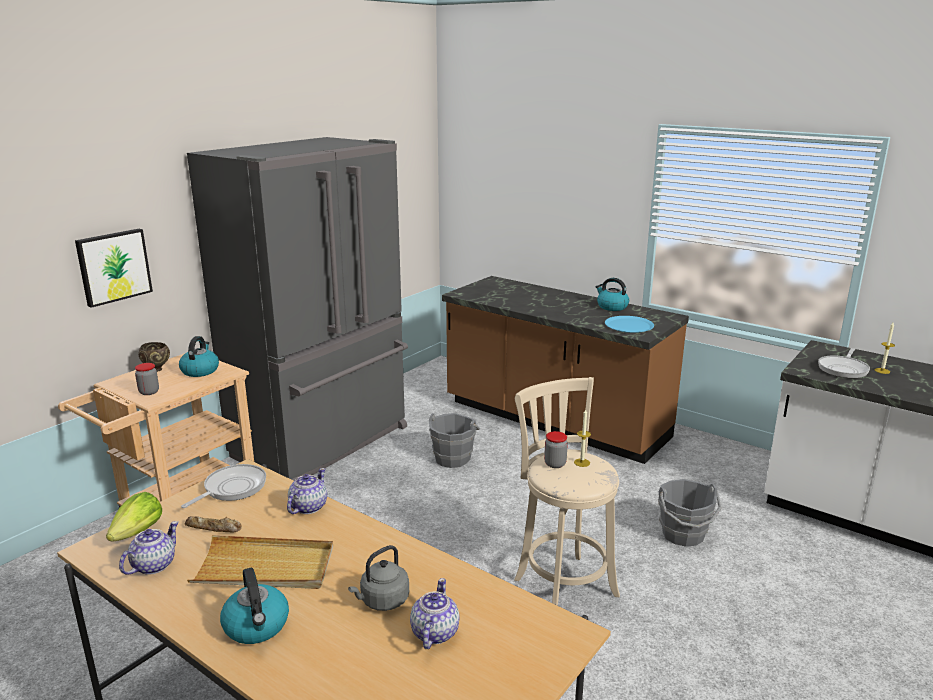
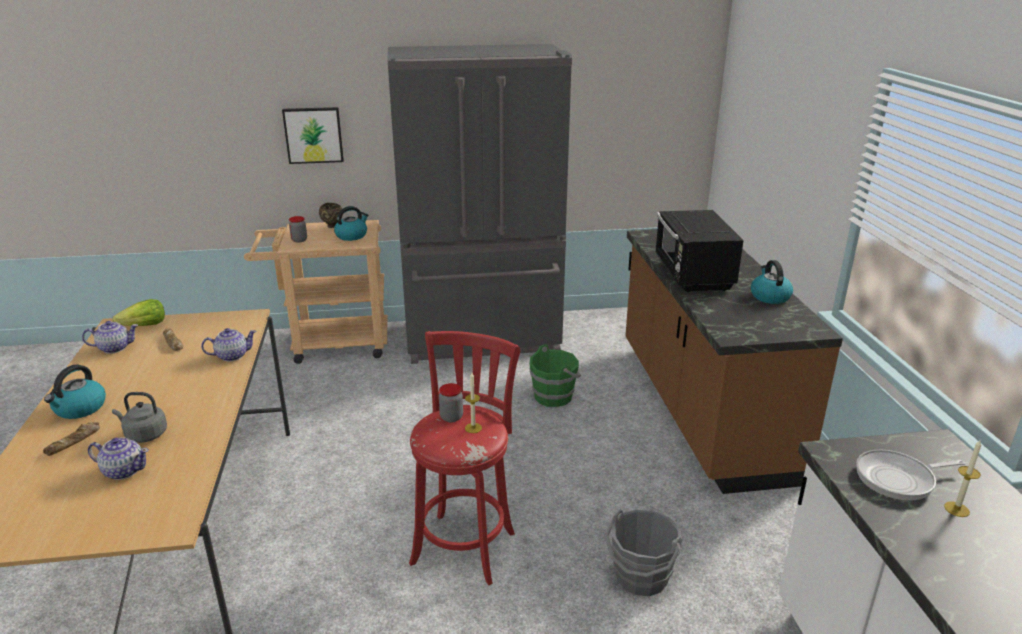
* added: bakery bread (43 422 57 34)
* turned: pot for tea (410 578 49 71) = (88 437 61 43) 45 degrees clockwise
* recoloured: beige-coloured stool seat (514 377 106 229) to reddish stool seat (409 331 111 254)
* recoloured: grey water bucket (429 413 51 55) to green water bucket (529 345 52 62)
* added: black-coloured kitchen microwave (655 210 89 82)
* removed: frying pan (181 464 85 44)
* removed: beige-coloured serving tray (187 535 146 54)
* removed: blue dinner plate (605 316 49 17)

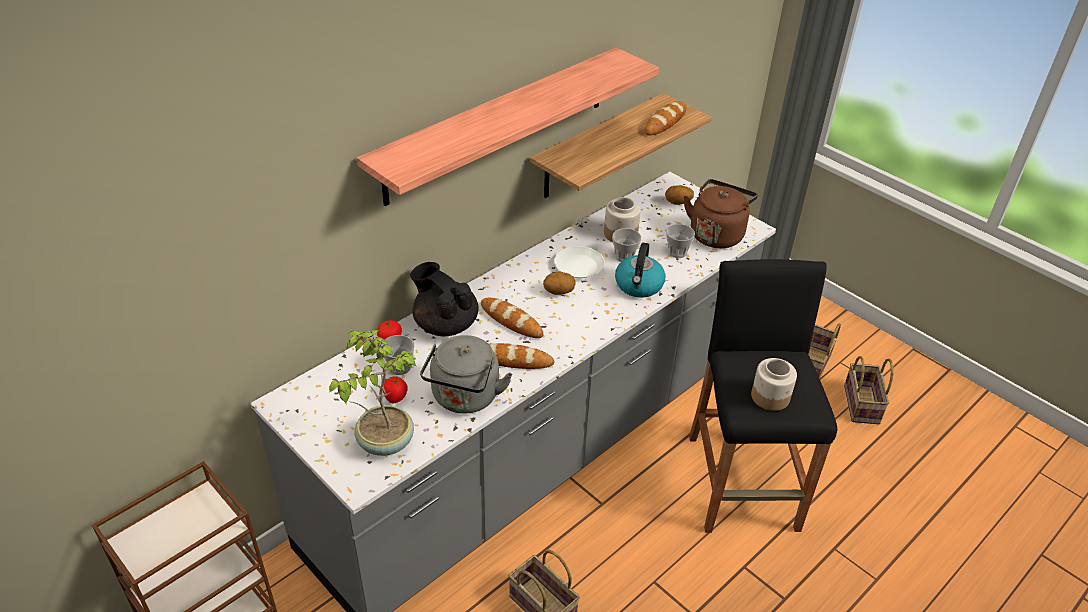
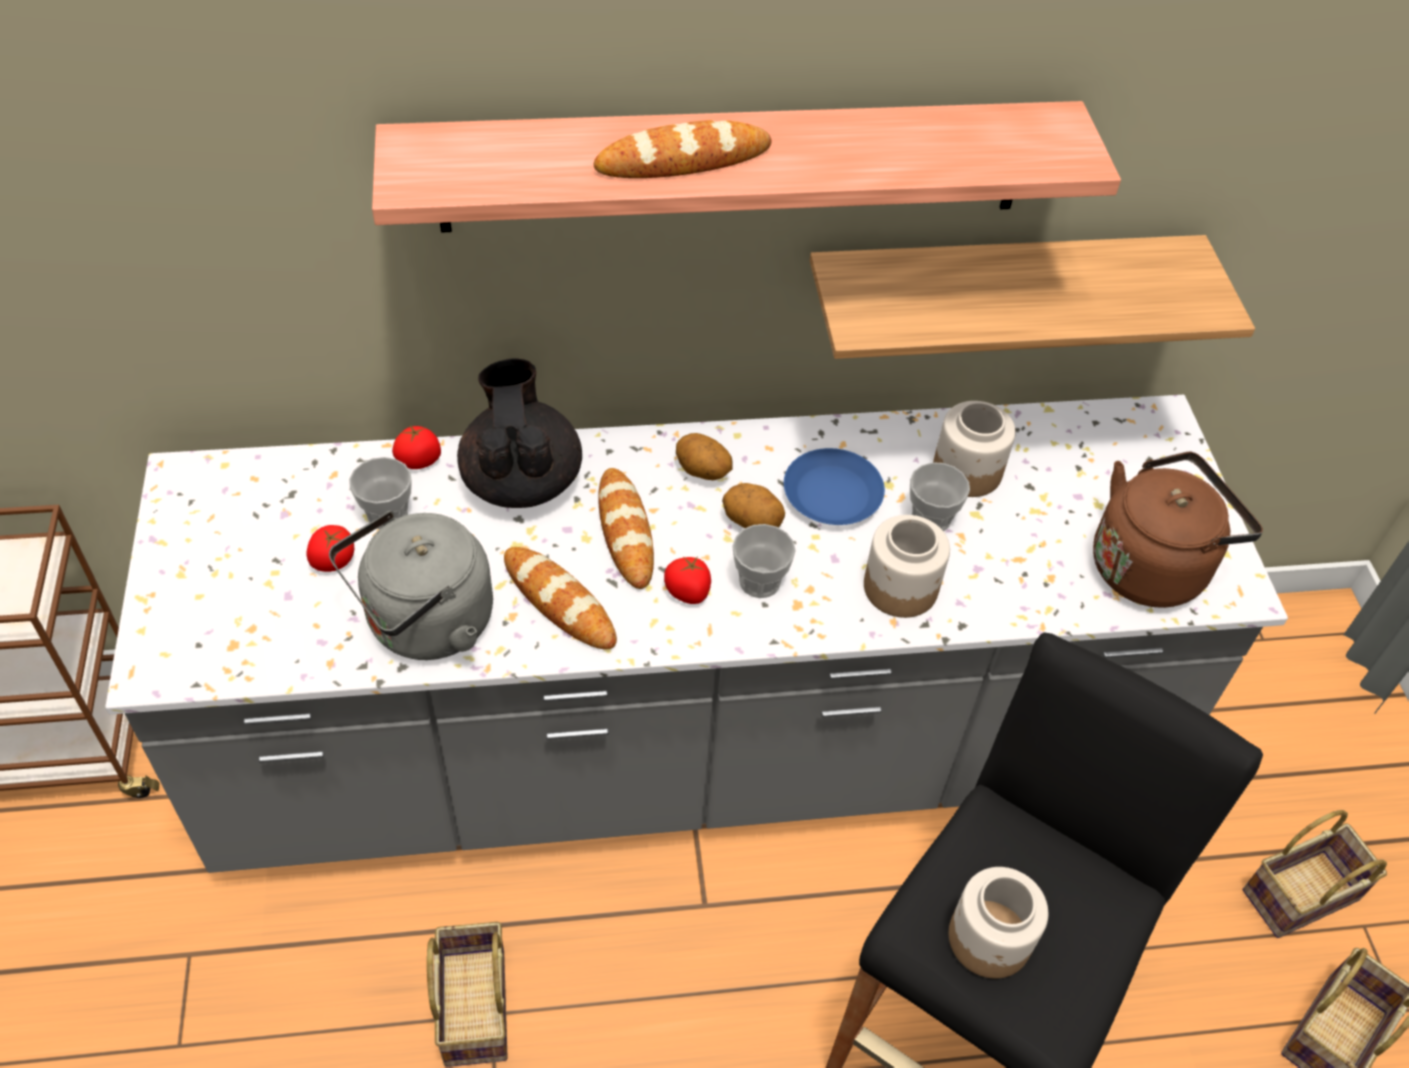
* moved: bakery bread (645 101 42 34) to (594 120 177 58)
* added: tomato (664 556 47 48)
* moved: spud (665 185 29 20) to (676 433 56 47)
* moved: drinking cup (666 224 29 34) to (732 524 64 74)
* recoloured: white dinner plate (554 246 51 32) to blue dinner plate (784 448 101 77)
* replaced: tea kettle (615 243 50 55) to jar (864 515 86 103)
* removed: potted plant (329 330 87 126)

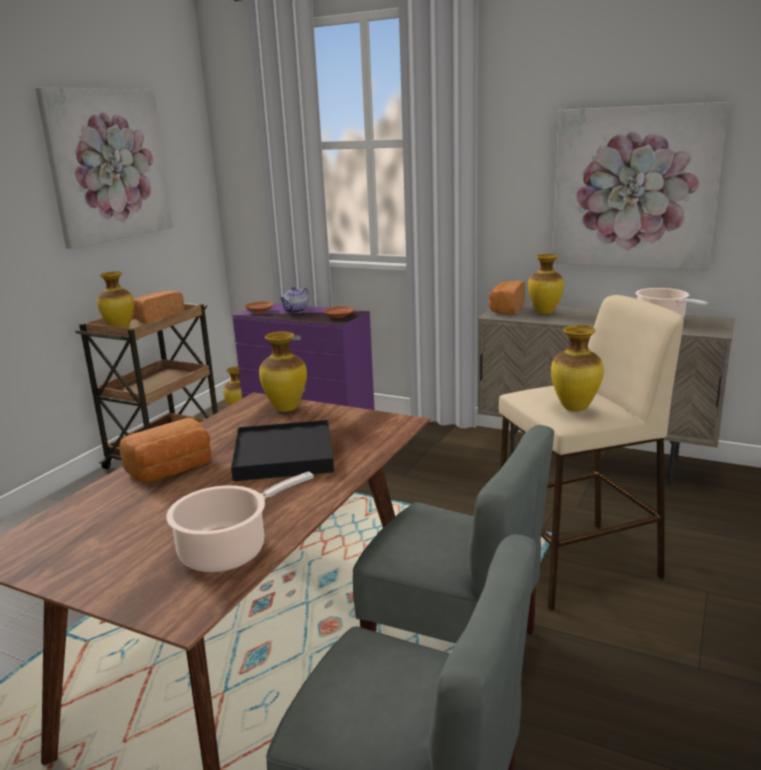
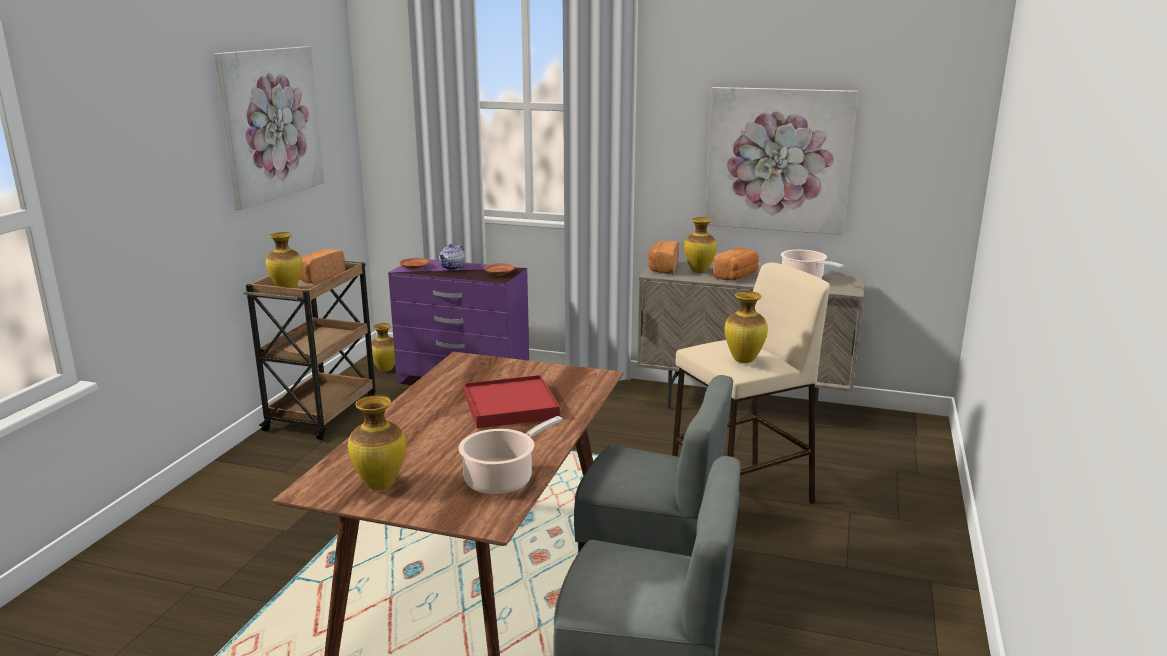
* moved: vase (259 331 48 81) to (348 395 58 95)
* recoloured: black-coloured serving tray (231 420 103 61) to reddish serving tray (464 375 96 54)
* moved: bakery bread (119 418 93 64) to (713 247 46 33)

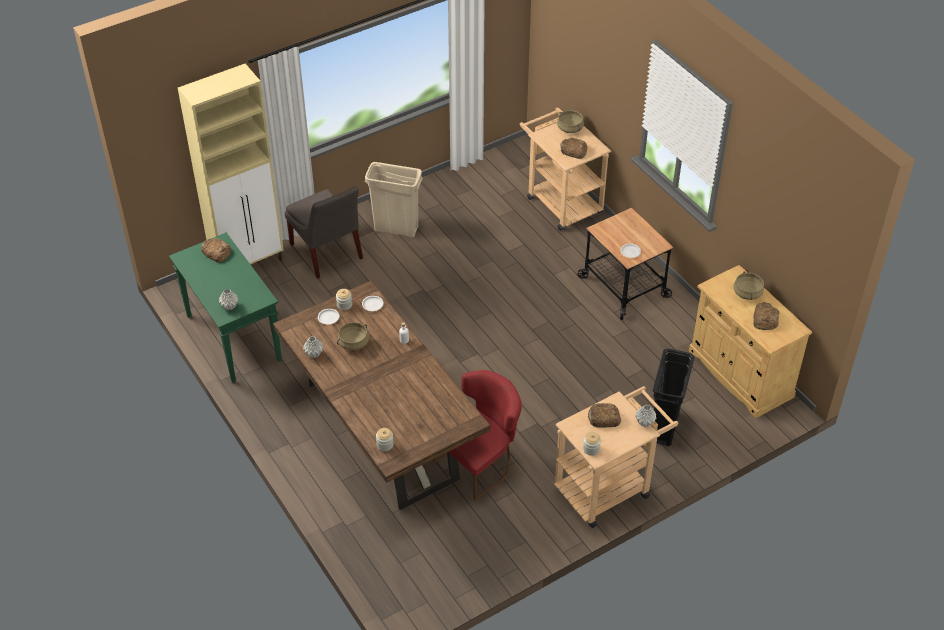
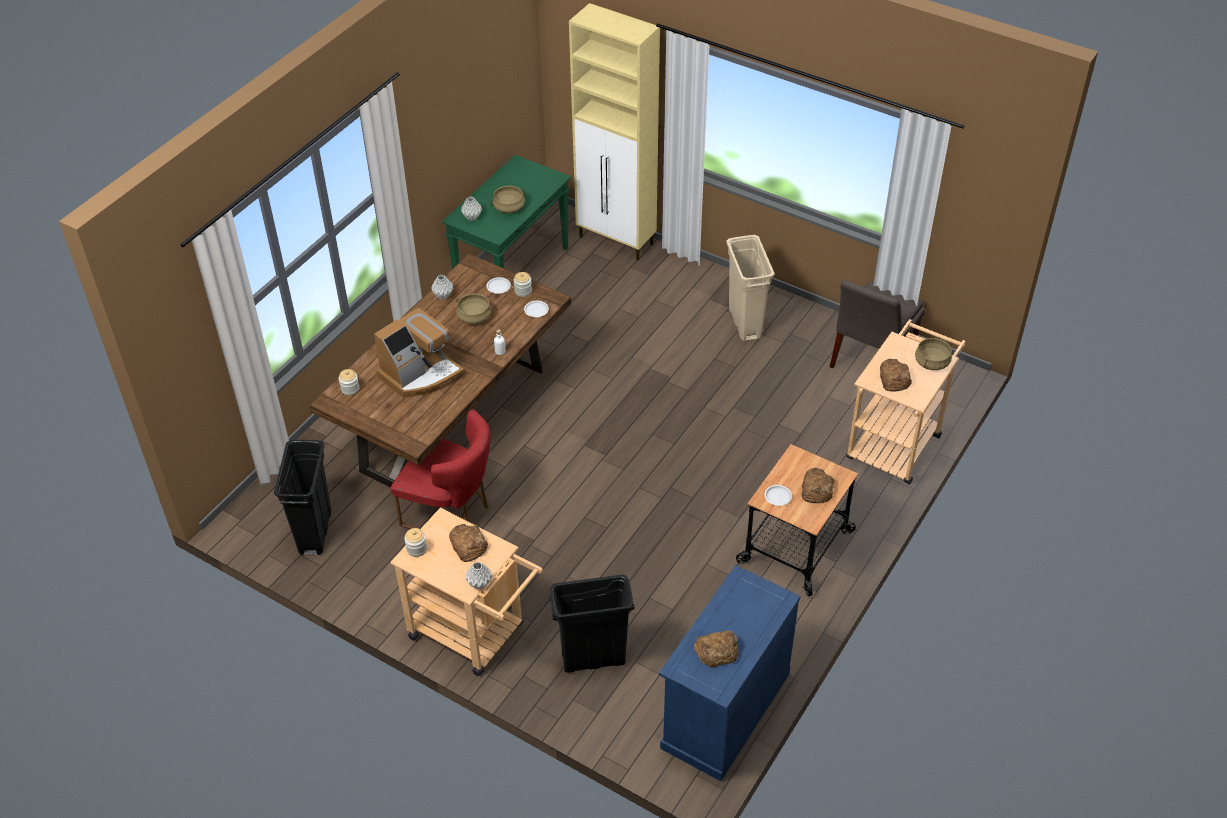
* added: black-coloured rubbish bin (274 440 58 115)
* added: coffee maker (374 308 90 90)
* moved: beige-coloured cooking pot (733 272 31 28) to (491 186 34 27)
* recoloured: beige-coloured cabinet (689 265 123 153) to blue cabinet (659 565 142 216)
* moved: bakery bread (201 238 30 25) to (802 468 32 35)
* moved: grey upright chair (285 186 78 92) to (830 280 95 88)

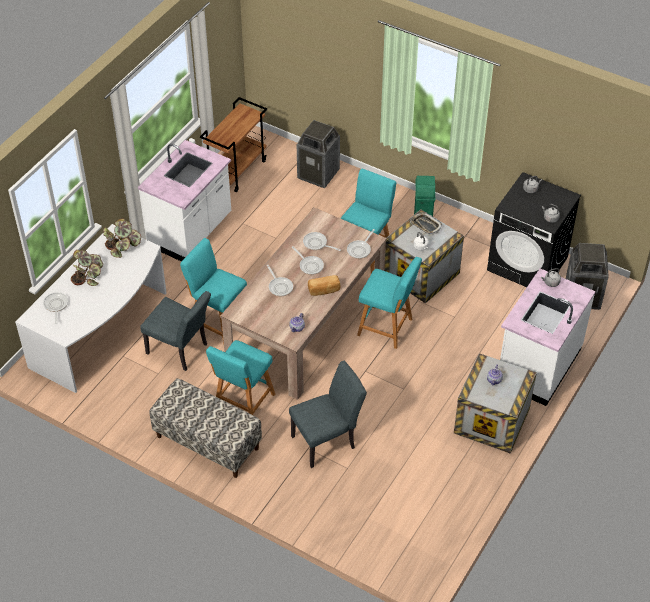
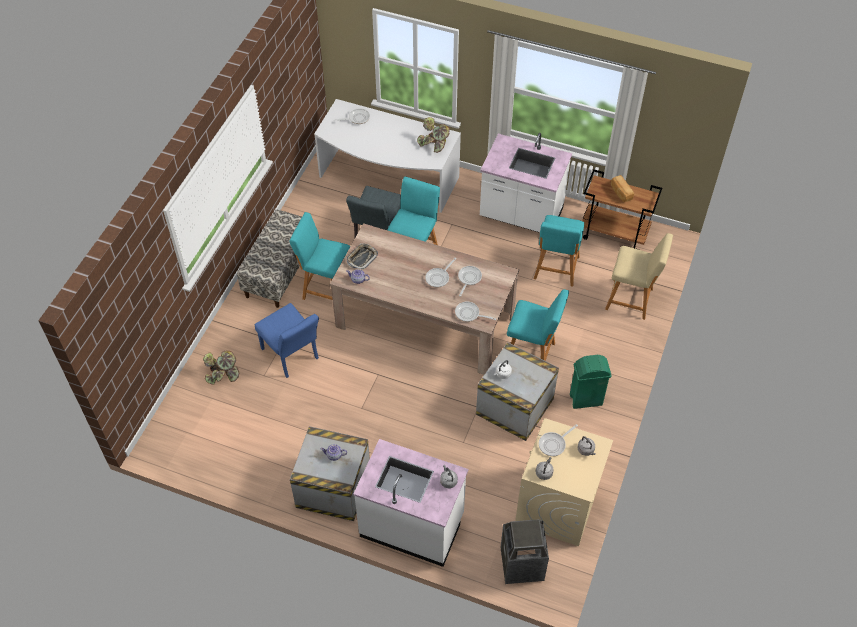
* moved: potted plant (71 250 32 36) to (203 351 36 34)
* recoloured: grey upright chair (289 361 78 107) to blue upright chair (255 303 64 75)
* moved: serving tray (410 212 33 22) to (347 243 31 27)
* recoloured: black-coloured washing machine (487 172 94 115) to beige-coloured washing machine (515 418 98 128)
* moved: turquoise stool seat (357 257 65 92) to (534 215 50 72)
* moved: frying pan (266 265 27 31) to (539 424 39 32)
* replaced: rubbish bin (297 120 43 68) to beige-coloured stool seat (605 233 68 87)
* moved: bakery bread (308 275 33 21) to (611 175 23 27)

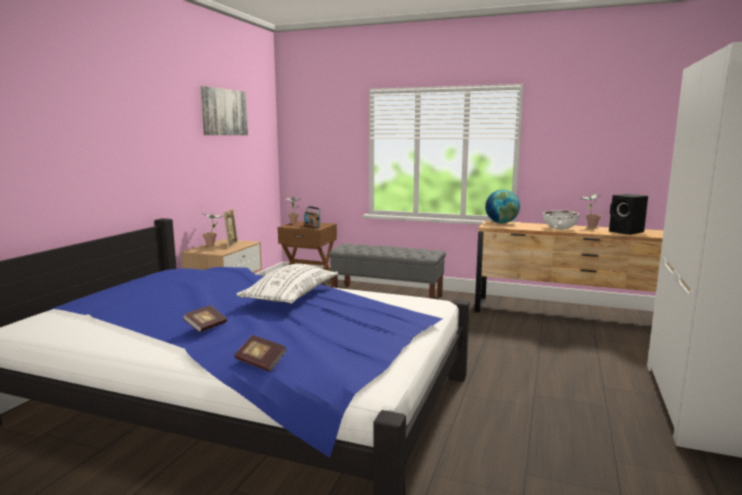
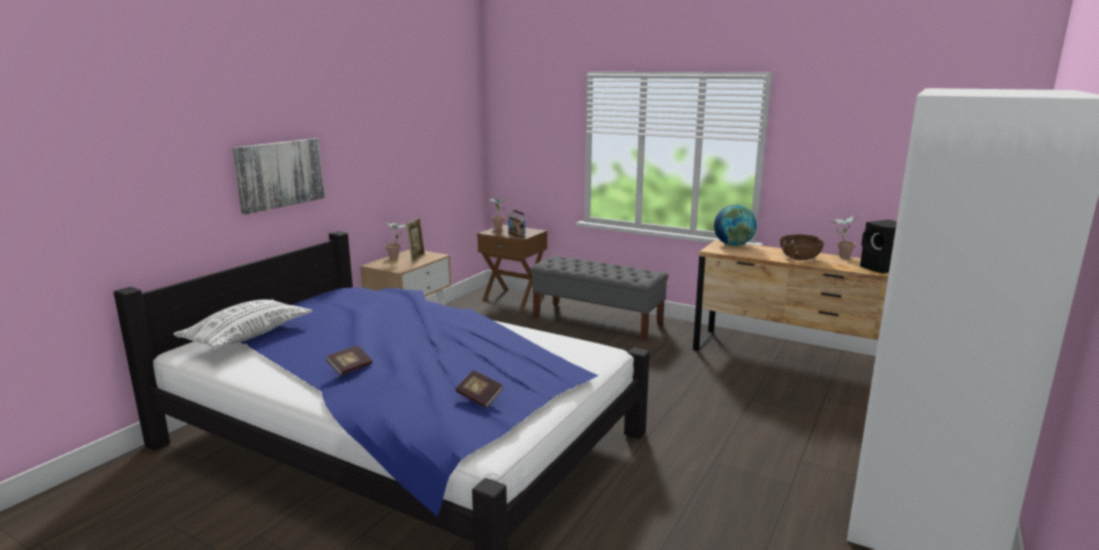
* moved: white pillow (236 264 102 40) to (174 299 138 51)
* moved: picture (201 86 47 49) to (233 138 92 76)
* moved: volume (234 335 53 37) to (456 370 48 38)
* recoloured: white bowl (543 210 36 20) to brown-coloured bowl (780 234 44 26)

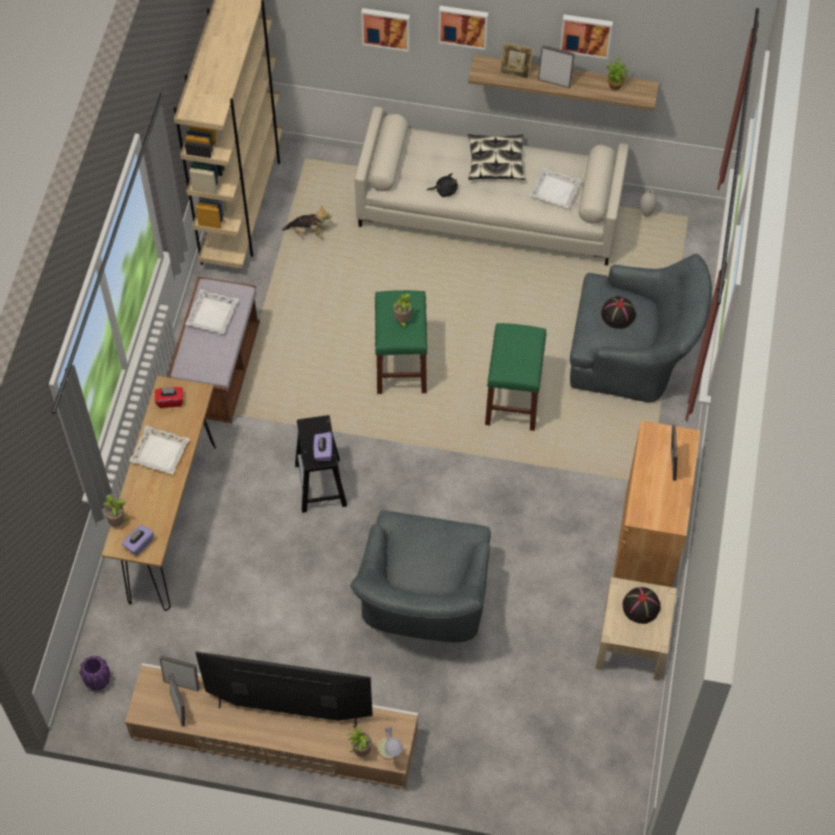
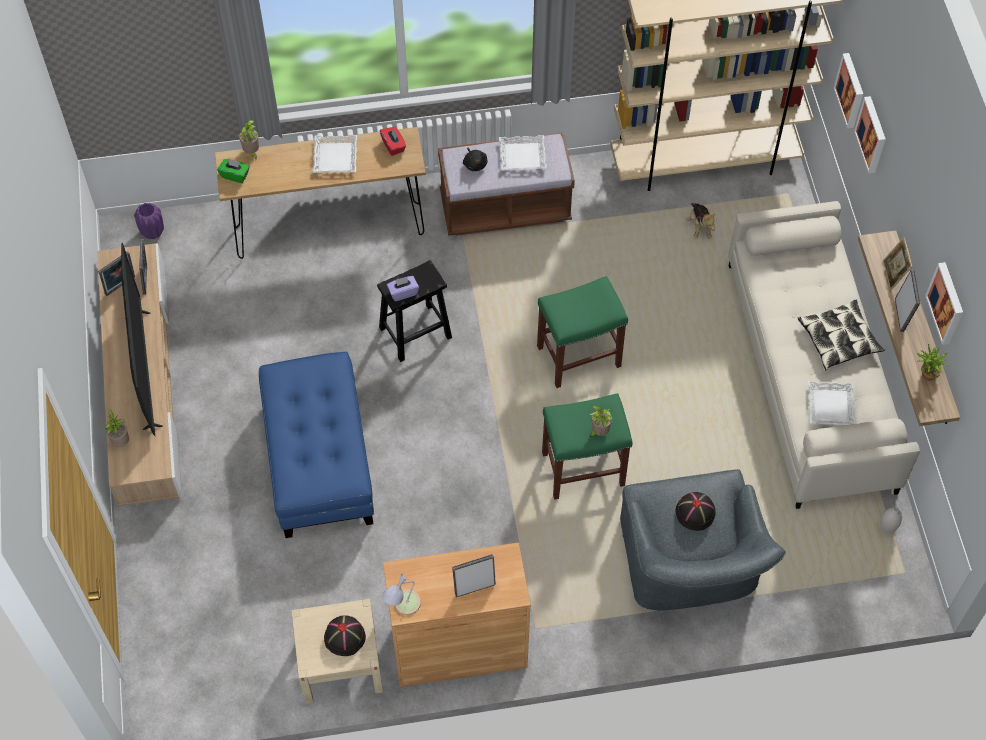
* recoloured: purple tissue holder (122 524 32 32) to green tissue holder (217 158 33 25)
* replaced: grey armchair (350 510 141 133) to blue footrest (259 352 115 186)
* moved: table lamp (377 726 26 34) to (382 574 39 41)
* moved: black-coloured soft toy (427 173 31 24) to (463 148 25 23)
* moved: potted plant (393 293 19 37) to (590 405 23 32)
* moved: picture (438 6 50 44) to (834 53 29 76)

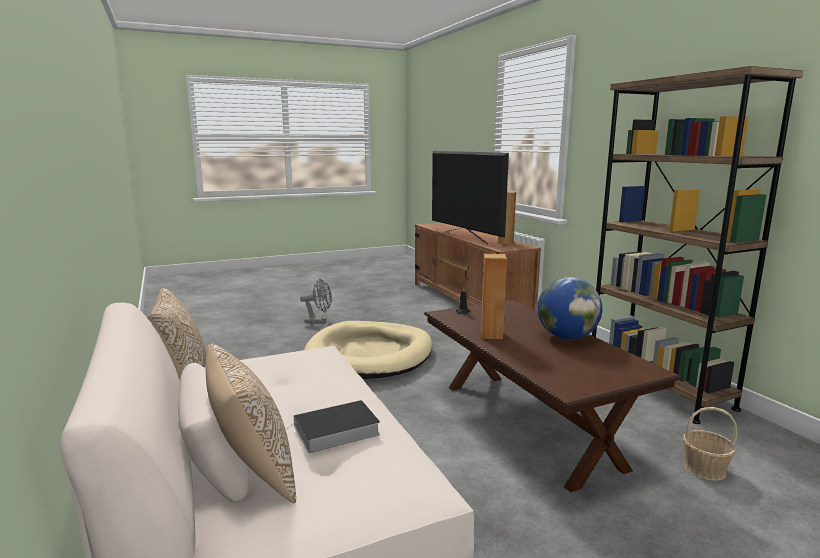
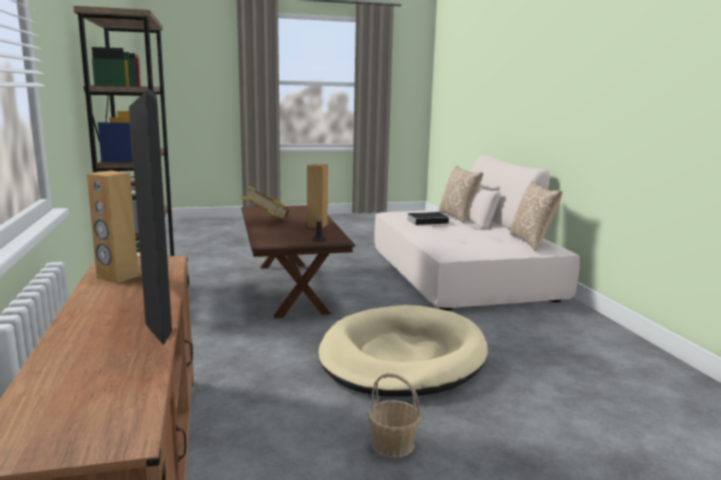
* replaced: desk globe (537 277 65 63) to volume (241 185 49 35)
* moved: basket (683 407 55 74) to (368 373 53 85)
* removed: grey fan (300 278 32 45)

